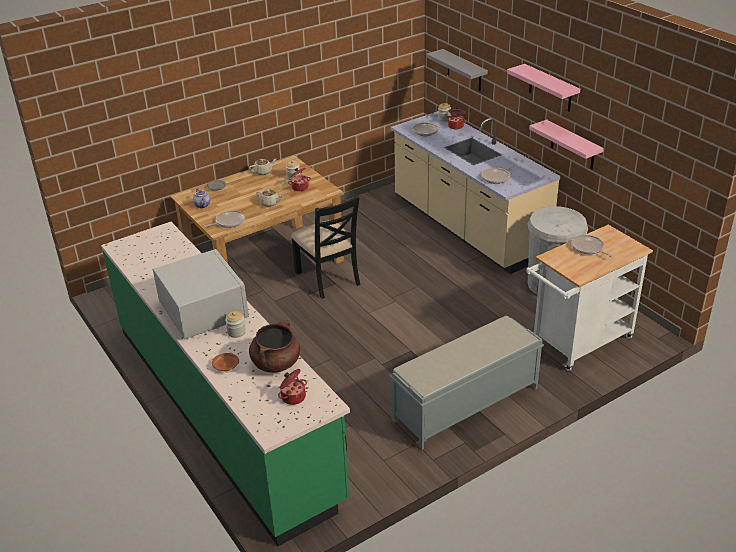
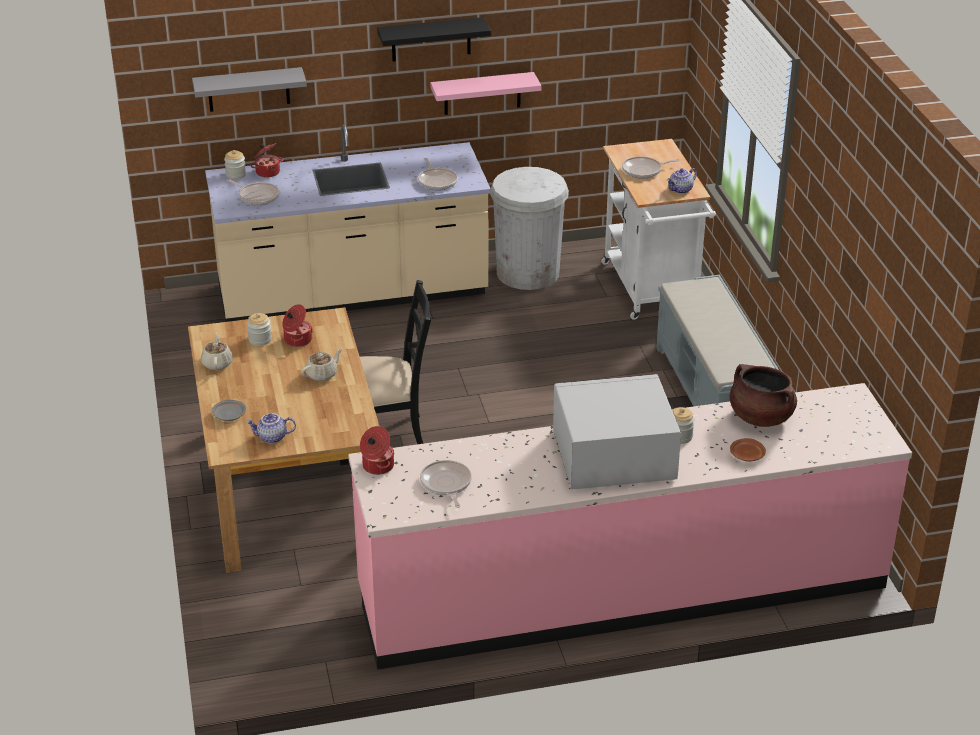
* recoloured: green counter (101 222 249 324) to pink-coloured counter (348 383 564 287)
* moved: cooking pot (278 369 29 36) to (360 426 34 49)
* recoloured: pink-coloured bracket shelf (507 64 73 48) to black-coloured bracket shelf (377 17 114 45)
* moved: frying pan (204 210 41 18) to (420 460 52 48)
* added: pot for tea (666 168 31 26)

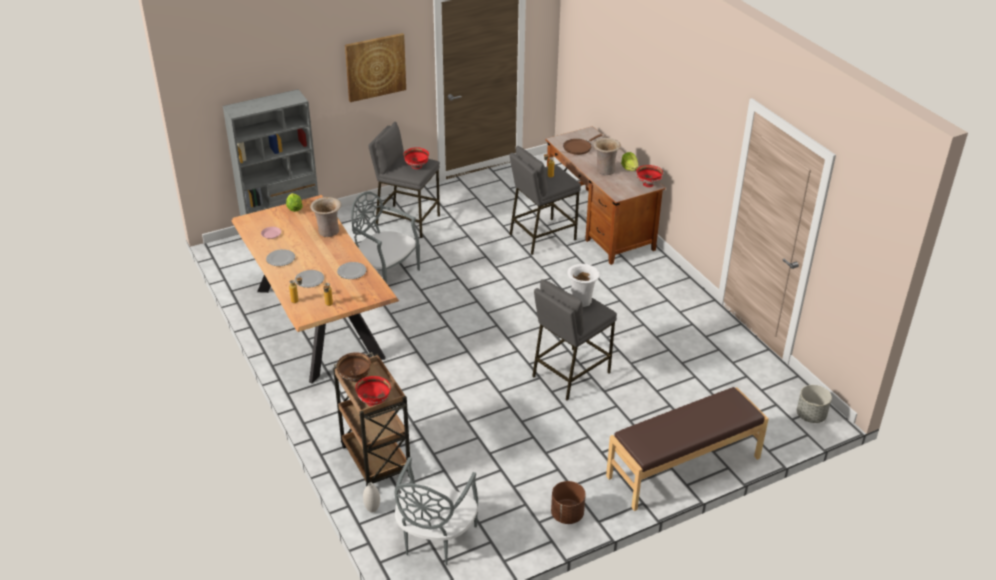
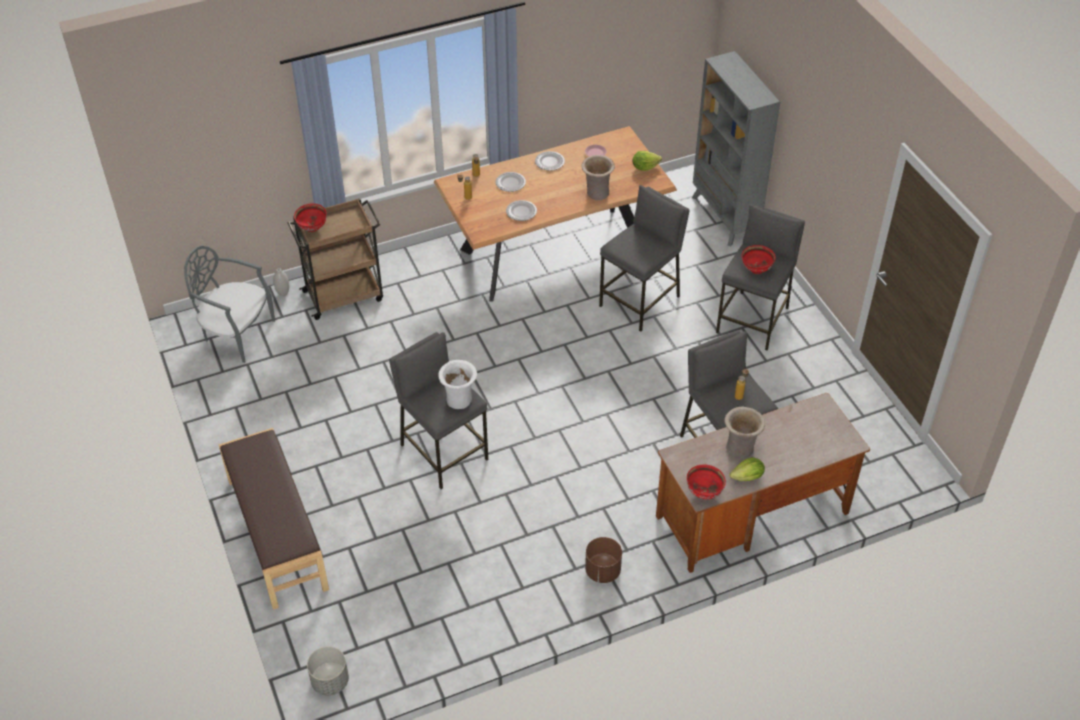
* moved: brown-coloured plant pot (551 481 35 43) to (585 537 37 46)
* replaced: grey upright chair (351 191 69 92) to grey stool seat (599 185 91 147)
* removed: brown-coloured bowl (337 352 34 30)
* removed: picture (345 33 61 69)
* removed: brown-coloured frying pan (563 134 39 21)

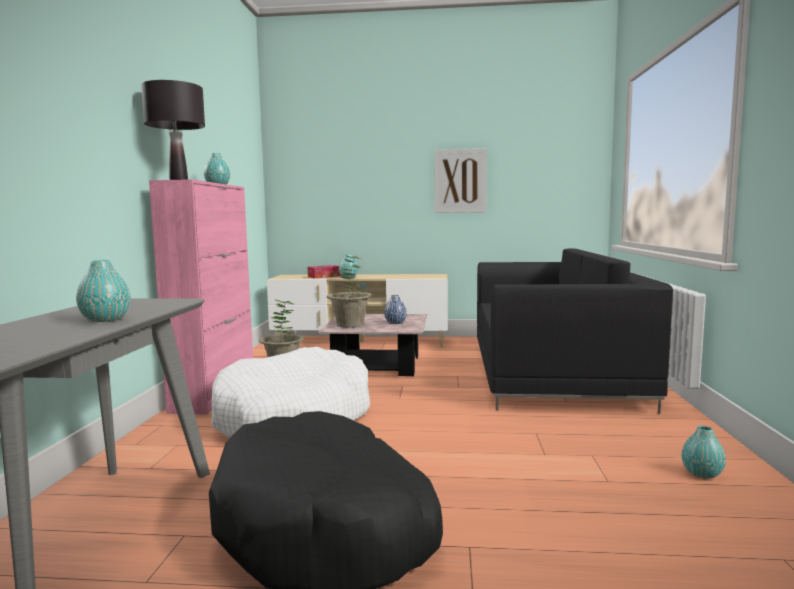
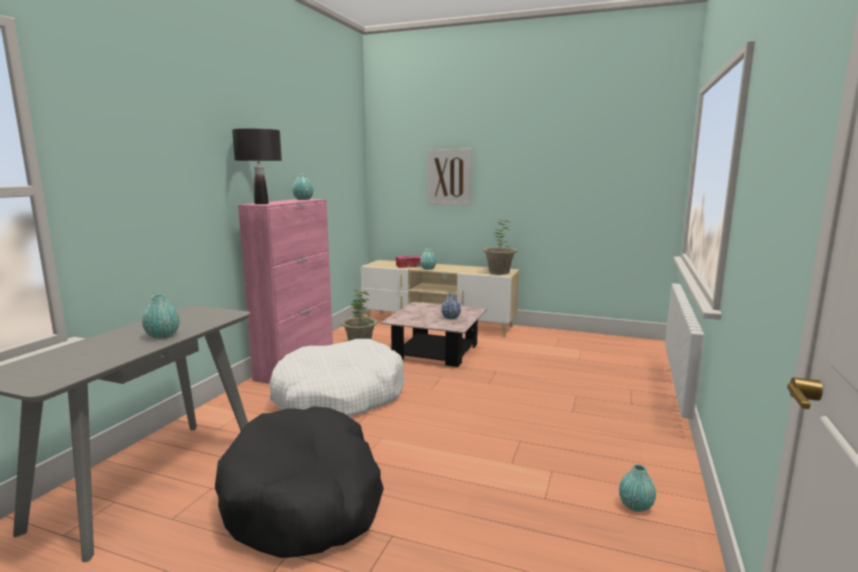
* moved: picture (434 149 53 64) to (427 149 45 57)
* moved: potted plant (327 256 45 72) to (483 220 34 55)
* removed: black-coloured sofa (477 248 196 166)

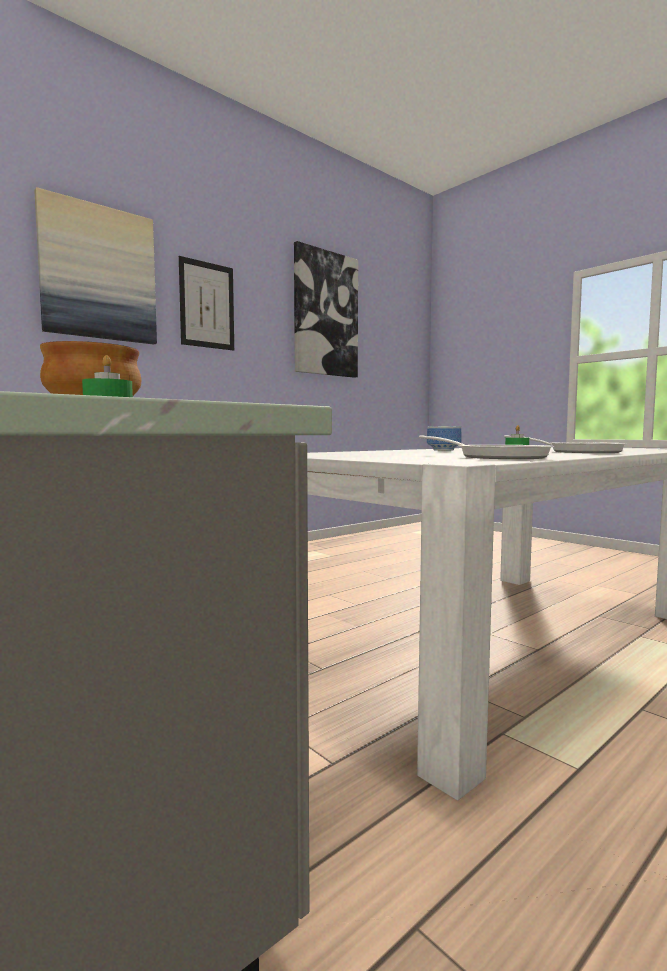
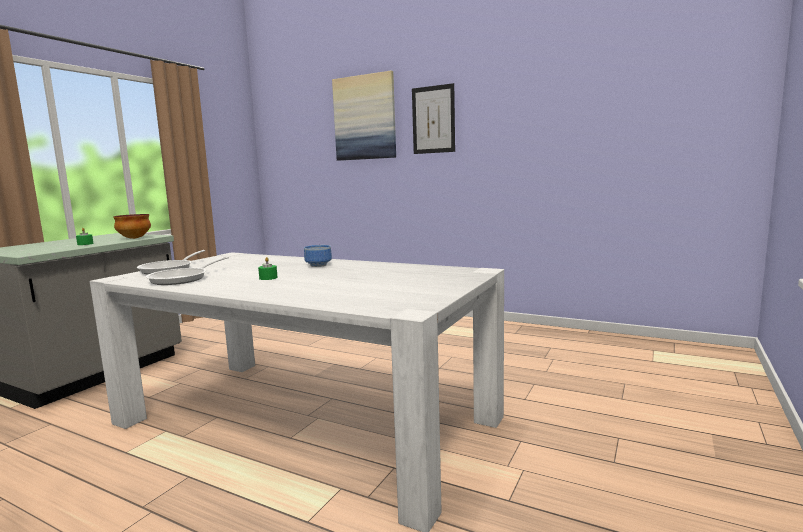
* moved: frying pan (504 435 123 18) to (137 250 68 24)
* removed: picture (294 241 64 137)

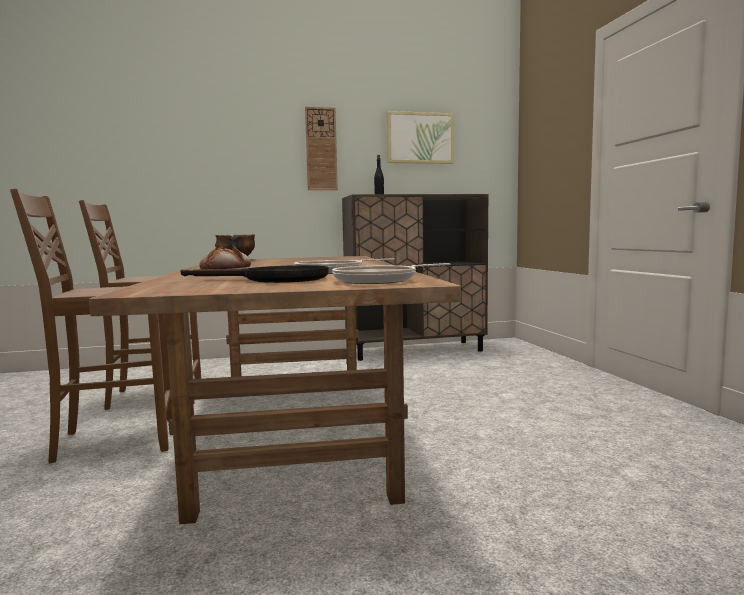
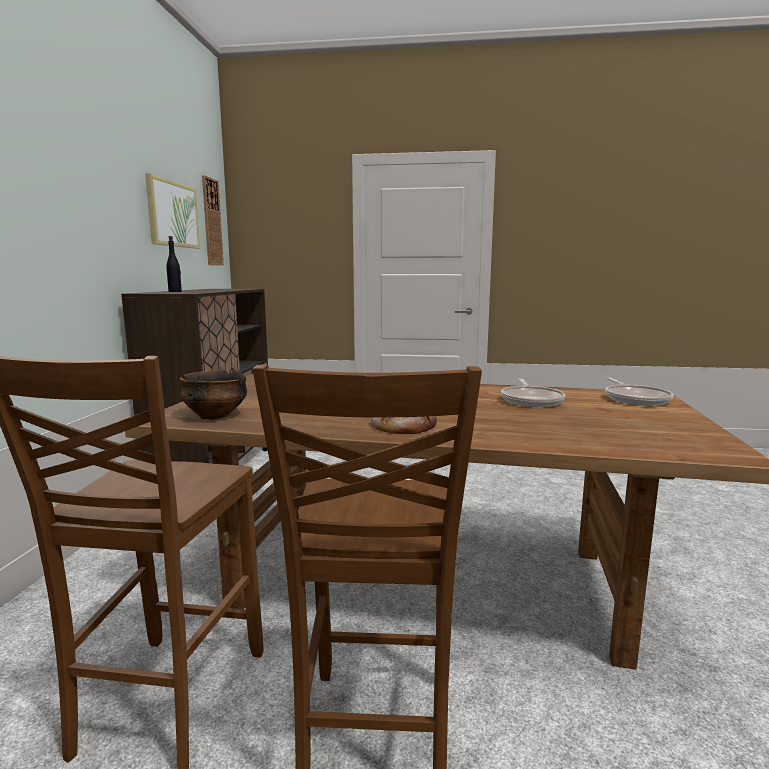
* moved: clock on the wall (305 107 33 83) to (202 175 22 91)
* removed: black-coloured frying pan (181 265 148 18)

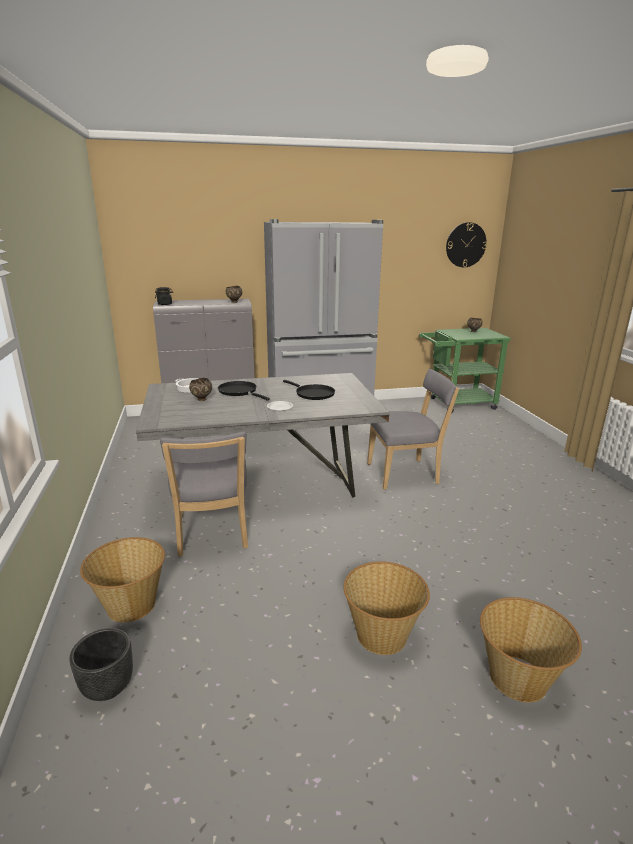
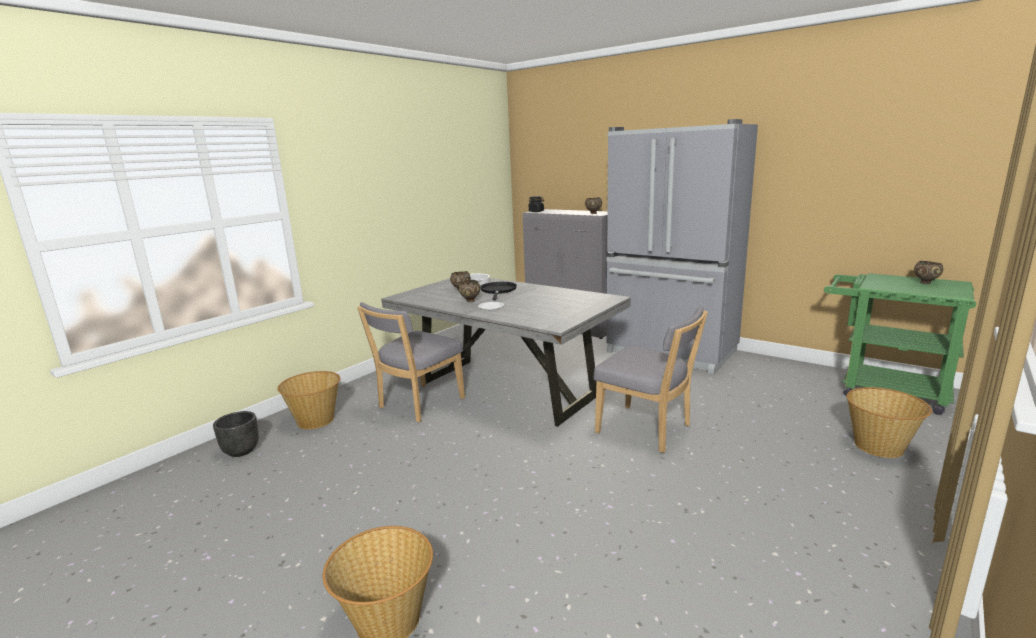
* added: brown-coloured bowl (459 280 22 22)
* moved: basket (344 561 86 94) to (846 387 86 71)
* removed: black-coloured frying pan (283 380 52 20)
* removed: clock on the wall (446 222 41 45)

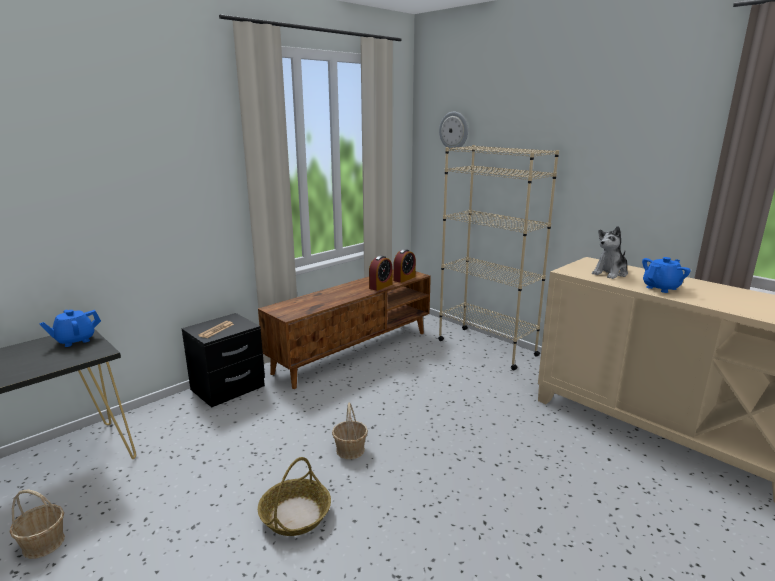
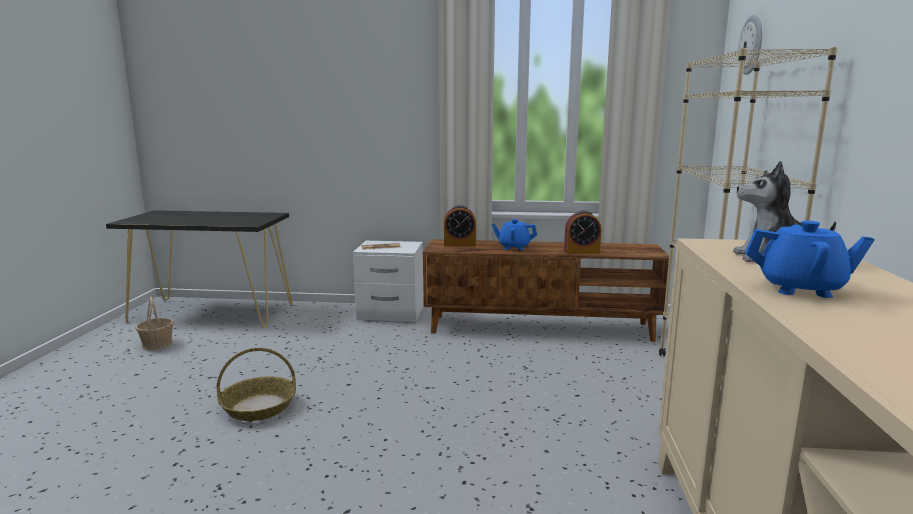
* recoloured: black-coloured nightstand (182 313 83 95) to white nightstand (353 241 71 81)
* moved: alarm clock (393 249 23 34) to (444 205 32 41)
* moved: blue pot for tea (39 310 62 37) to (492 219 45 31)
* removed: basket (332 403 36 57)

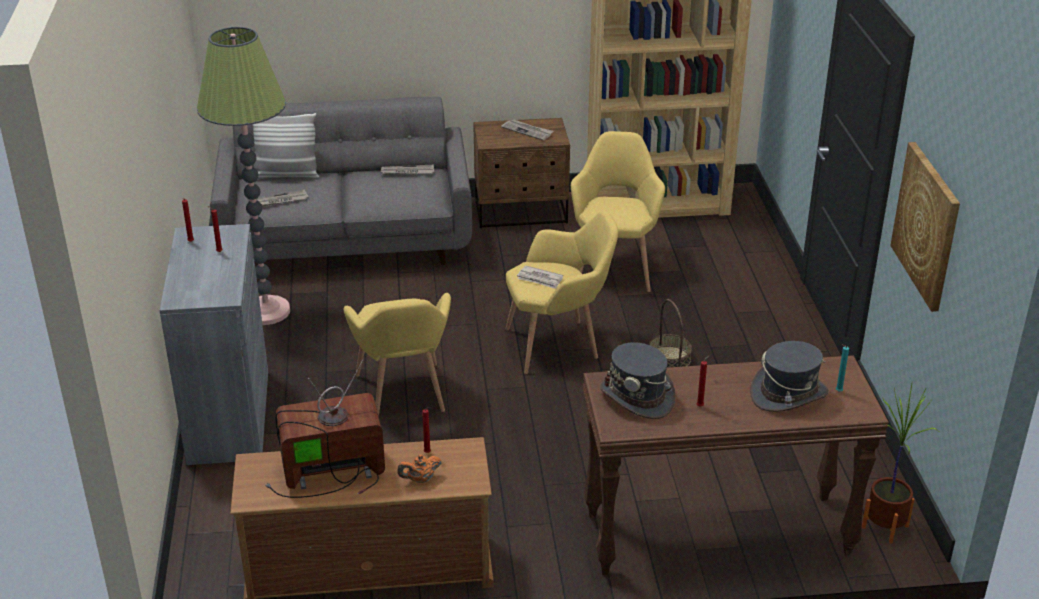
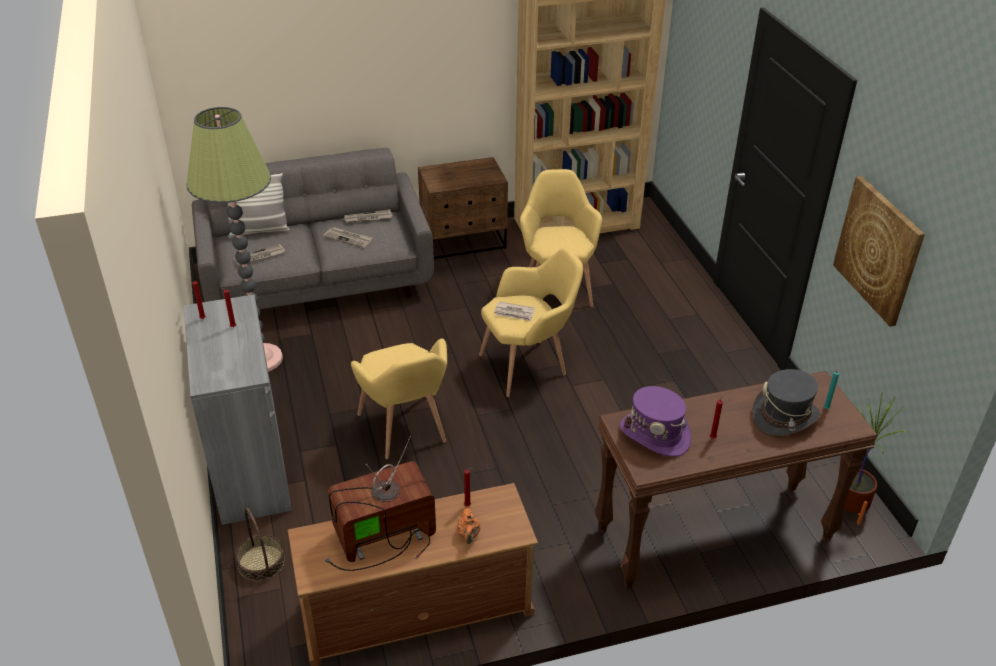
* moved: basket (648 299 44 69) to (235 508 50 73)
* moved: daily paper (501 119 52 22) to (323 227 50 21)
* turned: orange-coloured pot for tea (397 455 45 28) = (457 508 23 36) 60 degrees counterclockwise
* recoloured: grey clothing hat (600 342 76 77) to purple clothing hat (620 386 71 71)

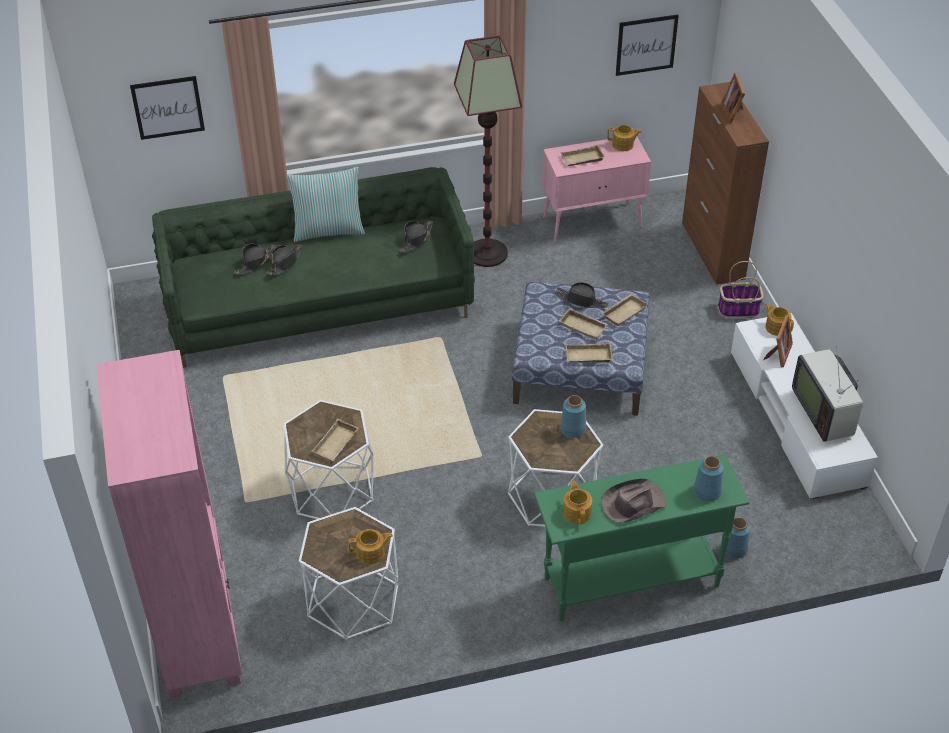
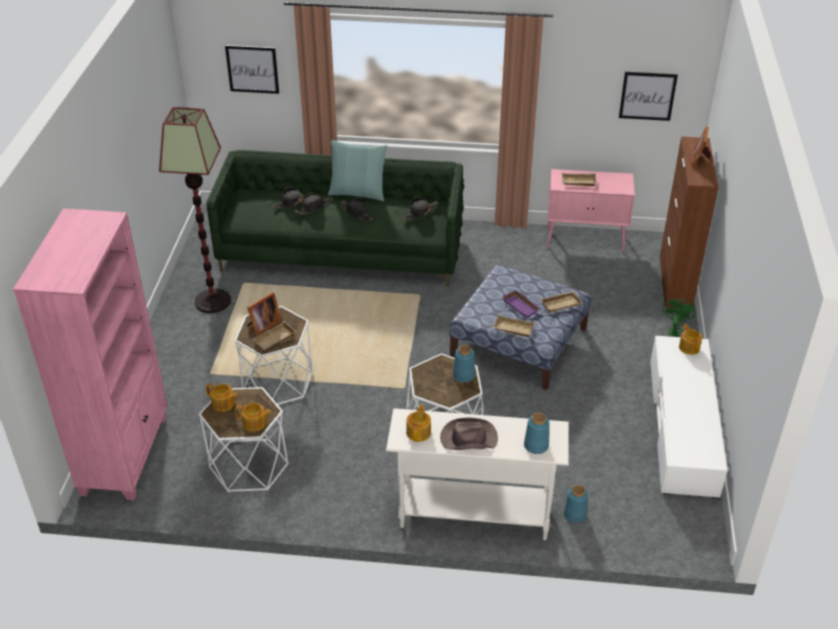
* moved: floor lamp (454 35 68 232) to (159 107 72 206)
* moved: pot for tea (607 125 35 26) to (206 384 32 28)
* moved: standing frame (763 315 30 52) to (247 292 35 44)
* moved: black-coloured clothing hat (556 282 52 26) to (340 198 33 23)
* recoloured: green hall table (534 454 215 167) to white hall table (386 408 183 132)
* recoloured: beige-coloured serving tray (559 308 49 32) to purple serving tray (502 290 39 28)
* replaced: basket (718 261 46 56) to green fan (663 299 33 38)
* removed: TV (792 346 71 96)

